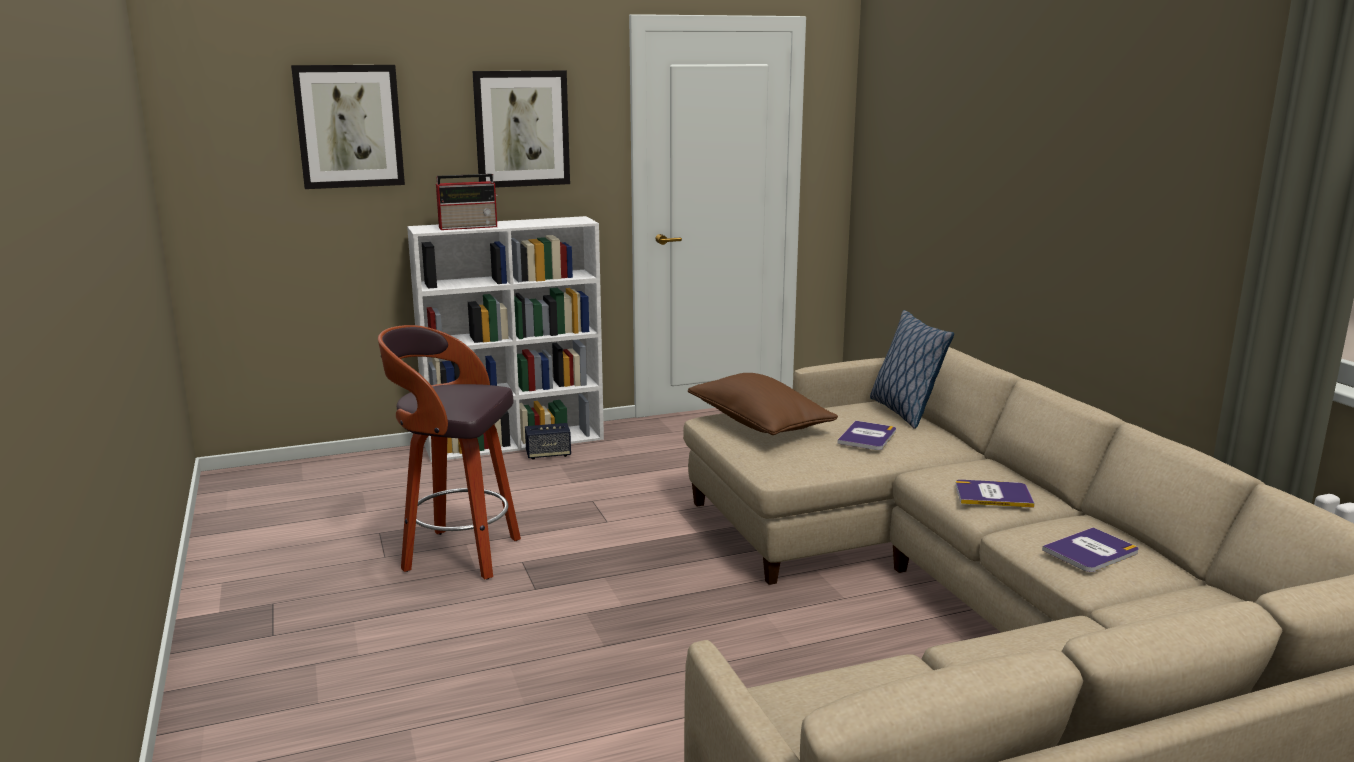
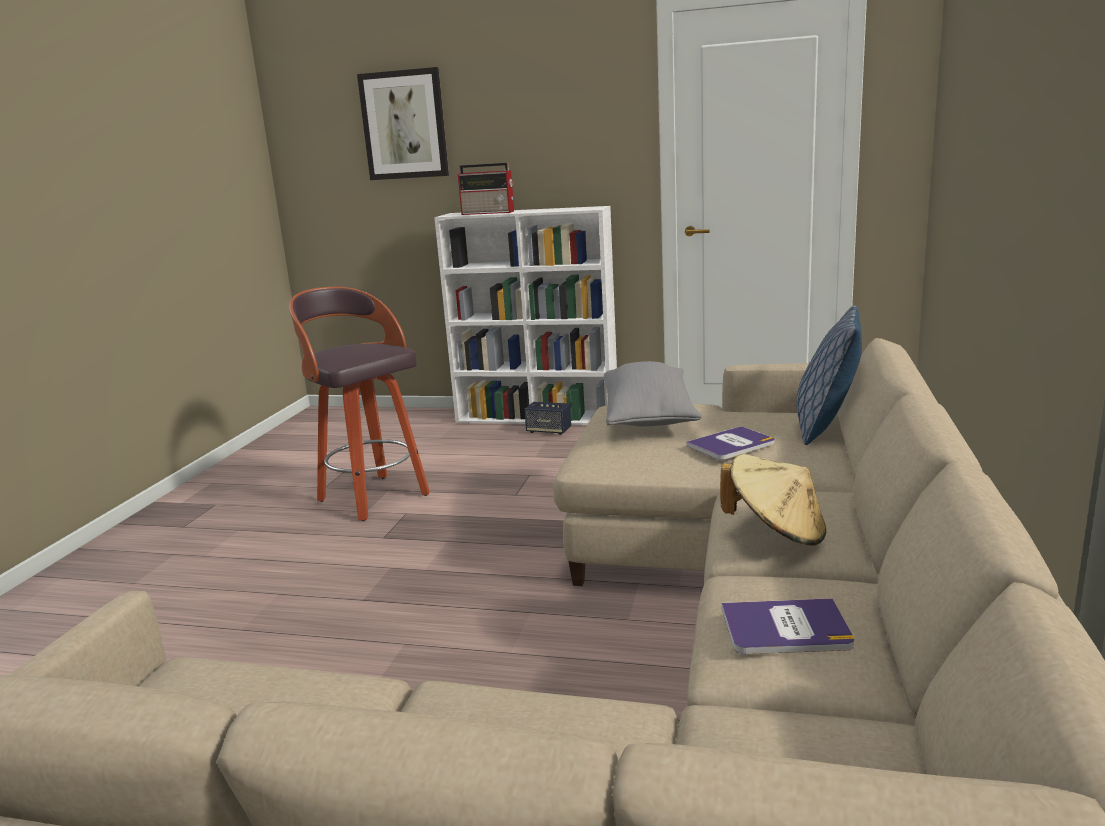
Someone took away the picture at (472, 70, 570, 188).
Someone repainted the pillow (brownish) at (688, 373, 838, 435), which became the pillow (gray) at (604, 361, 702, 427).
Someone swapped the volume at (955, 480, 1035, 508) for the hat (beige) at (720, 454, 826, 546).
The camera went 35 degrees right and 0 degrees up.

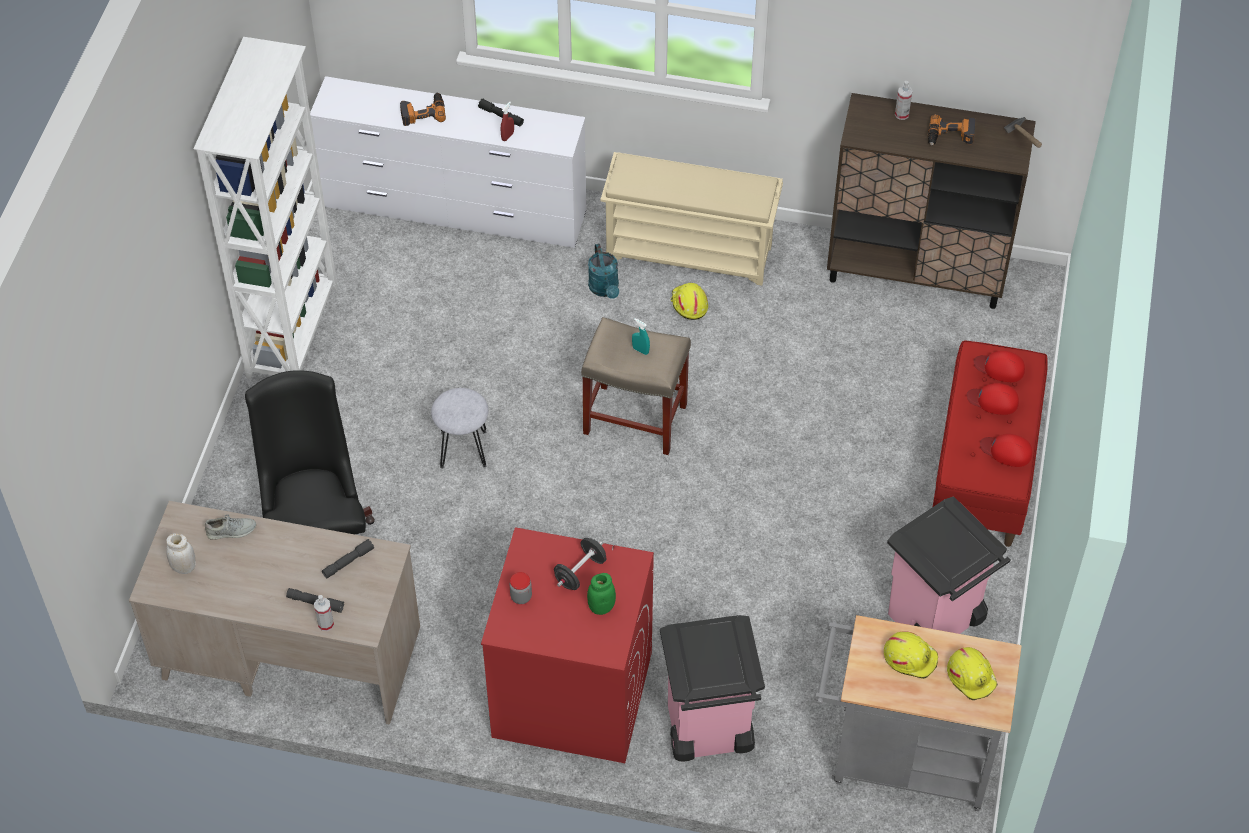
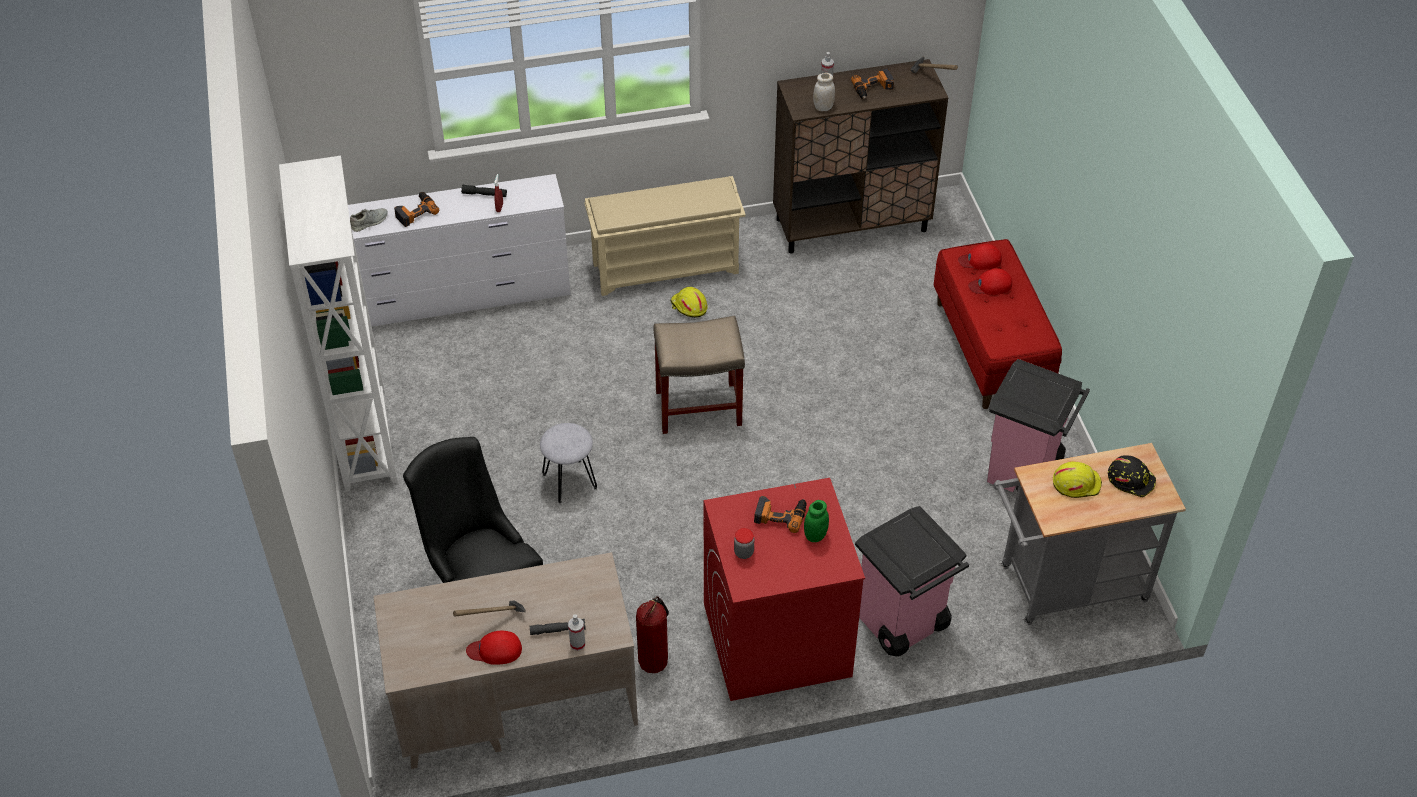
Someone took away the watering pot (turquoise) at (588, 244, 619, 299).
Someone took away the sprayer (turquoise) at (632, 318, 650, 355).
Someone carried the baseball cap (red-coloured) from (980, 434, 1032, 467) to (466, 631, 522, 665).
Someone carried the low shoe (gray) from (205, 514, 256, 540) to (350, 208, 388, 232).
Someone carried the jar (whitish) from (166, 533, 196, 574) to (813, 73, 835, 111).
Someone swapped the hand weight (black-coloured) at (554, 538, 606, 590) for the electric drill at (754, 496, 807, 533).
Someone took away the hand torch (gray) at (322, 539, 374, 578).
Someone repainted the safety helmet (yellowish) at (947, 647, 998, 700), which became the safety helmet (black-coloured) at (1108, 455, 1156, 497).
Someone put down the extinguisher at (636, 596, 669, 673).
Someone put down the hand hammer at (453, 600, 526, 617).
The camera went 25 degrees left and 5 degrees down.

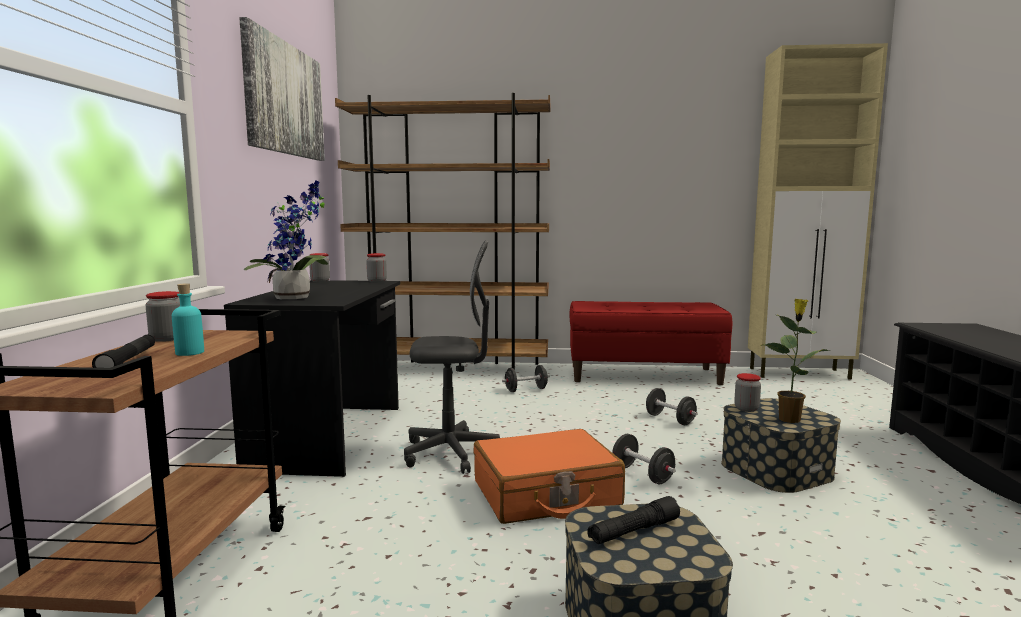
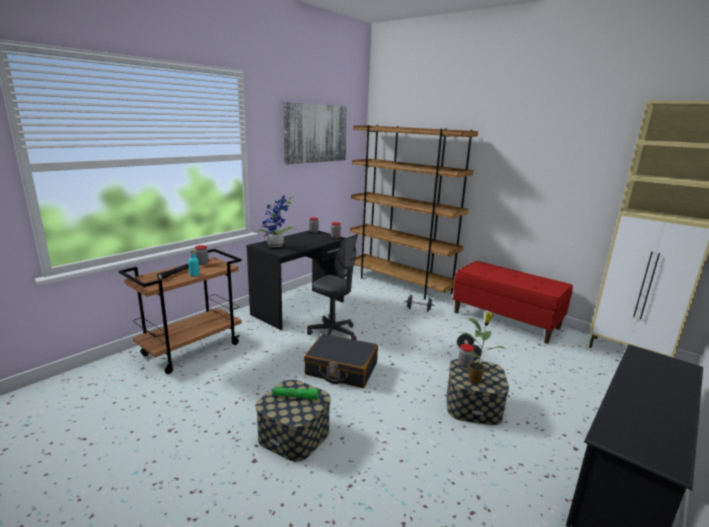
Someone repainted the suitcase (orange) at (474, 429, 625, 524), which became the suitcase (black-coloured) at (304, 334, 378, 388).
Someone took away the hand weight (black-coloured) at (612, 434, 676, 484).
Someone repainted the hand torch (black-coloured) at (587, 496, 680, 544), which became the hand torch (green-coloured) at (272, 387, 319, 400).
The camera went 35 degrees right and 10 degrees up.

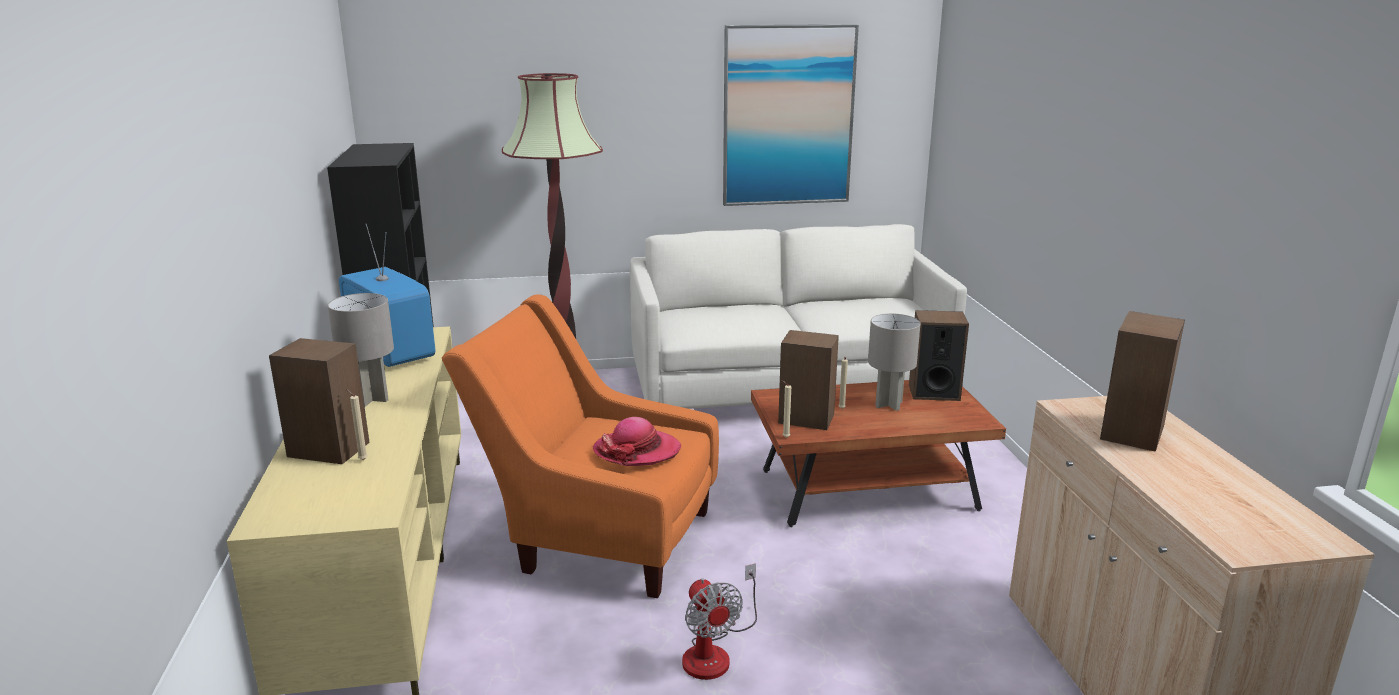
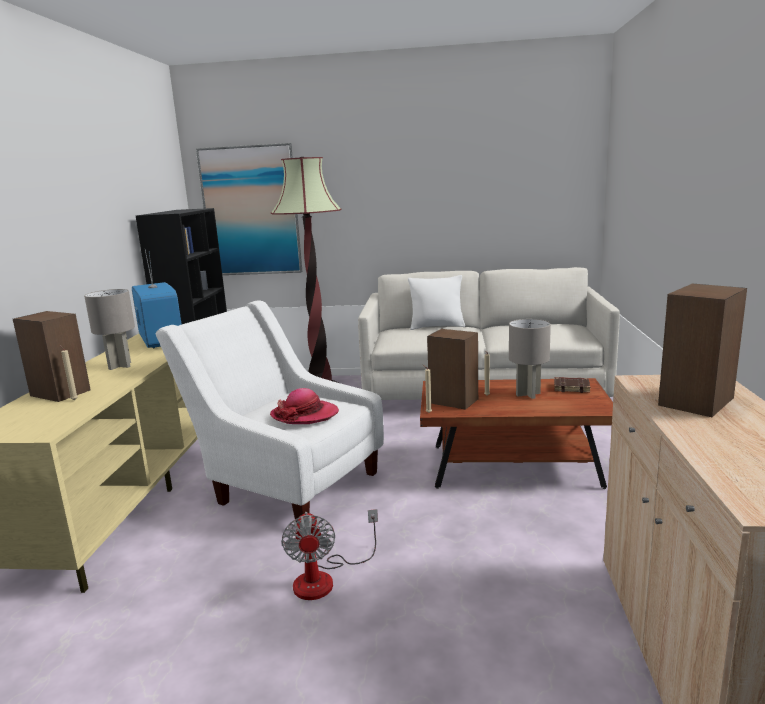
Someone carried the picture from (723, 24, 859, 206) to (196, 143, 302, 275).
Someone repainted the easy chair (orange) at (442, 294, 719, 598), which became the easy chair (whitish) at (156, 300, 384, 522).
Someone swapped the loudspeaker at (909, 310, 969, 401) for the volume (brownish) at (554, 377, 590, 393).
Someone put down the pillow (whitish) at (408, 275, 465, 330).
The camera went 15 degrees right and 5 degrees down.

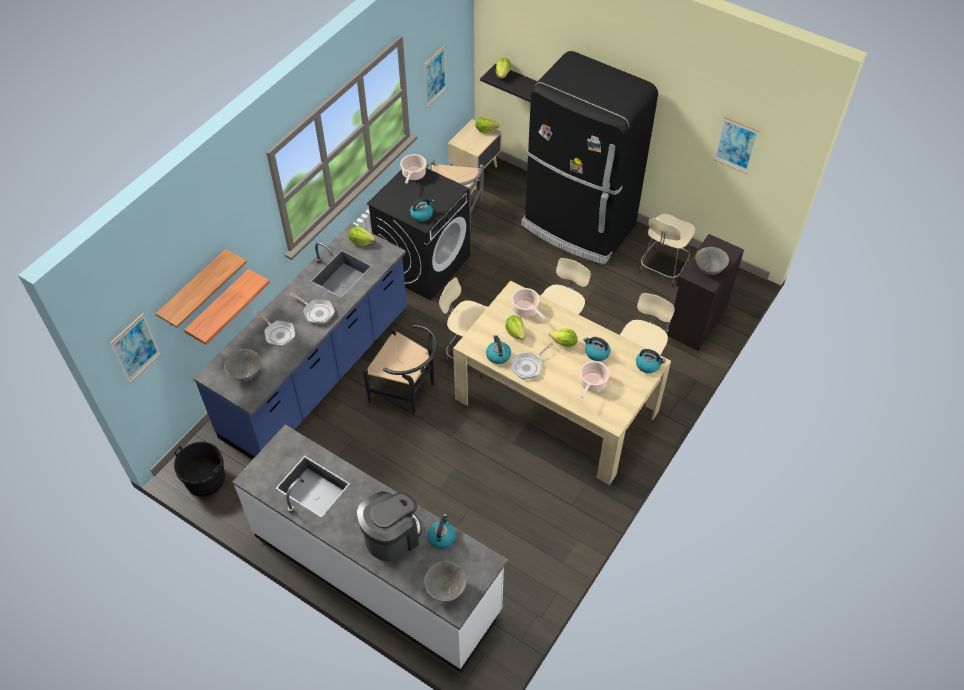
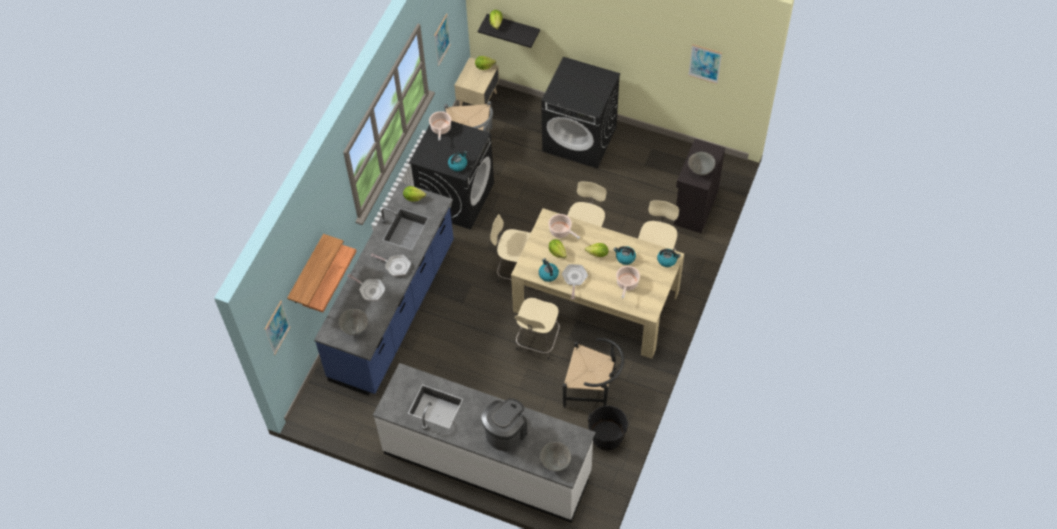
Someone swapped the fridge (black-coloured) at (522, 51, 658, 264) for the washing machine (black-coloured) at (541, 57, 620, 168).
Someone carried the stool seat (beige) from (639, 214, 695, 288) to (515, 298, 560, 360).
Someone carried the plain chair (black-coloured) from (363, 324, 438, 414) to (563, 338, 625, 408).
Someone rotated the skillet at (511, 343, 554, 379) by 150 degrees clockwise.
Someone carried the pail (black-coloured) from (174, 441, 225, 497) to (588, 405, 629, 450).
Someone took away the tea kettle at (427, 514, 456, 549).
The camera went 10 degrees left and 5 degrees up.

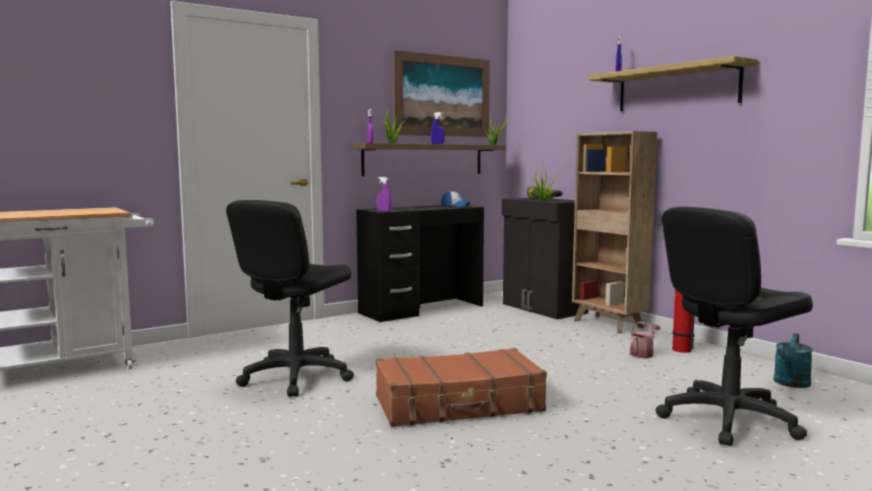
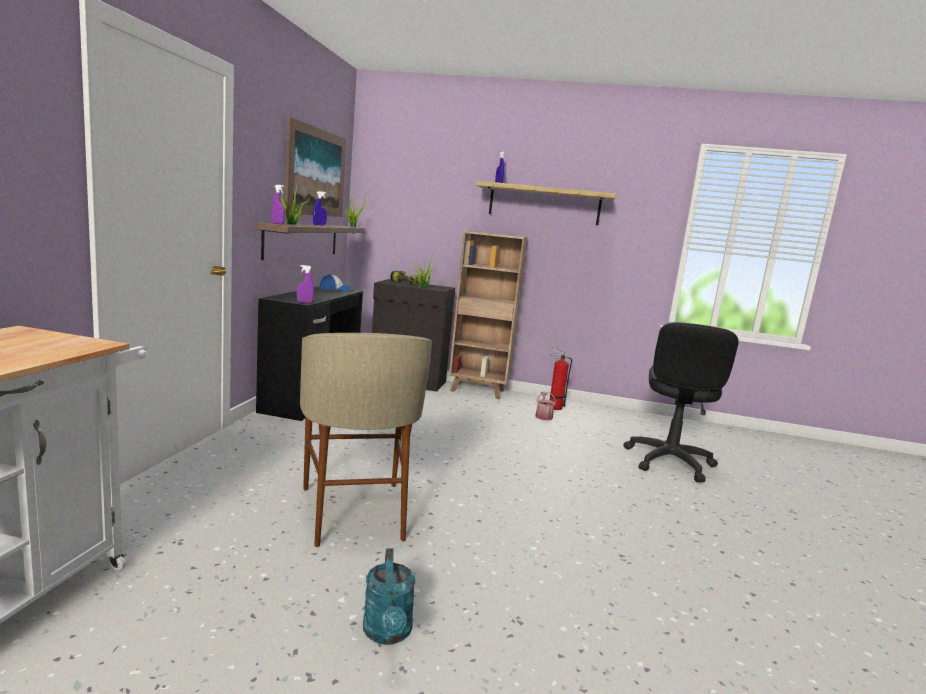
Someone swapped the desk chair (black-coloured) at (226, 200, 354, 397) for the stool seat (beige) at (300, 333, 432, 547).
Someone carried the watering pot (turquoise) from (773, 333, 813, 388) to (363, 549, 416, 645).
Someone took away the suitcase (brownish) at (376, 348, 547, 427).
The camera went 45 degrees left and 5 degrees up.

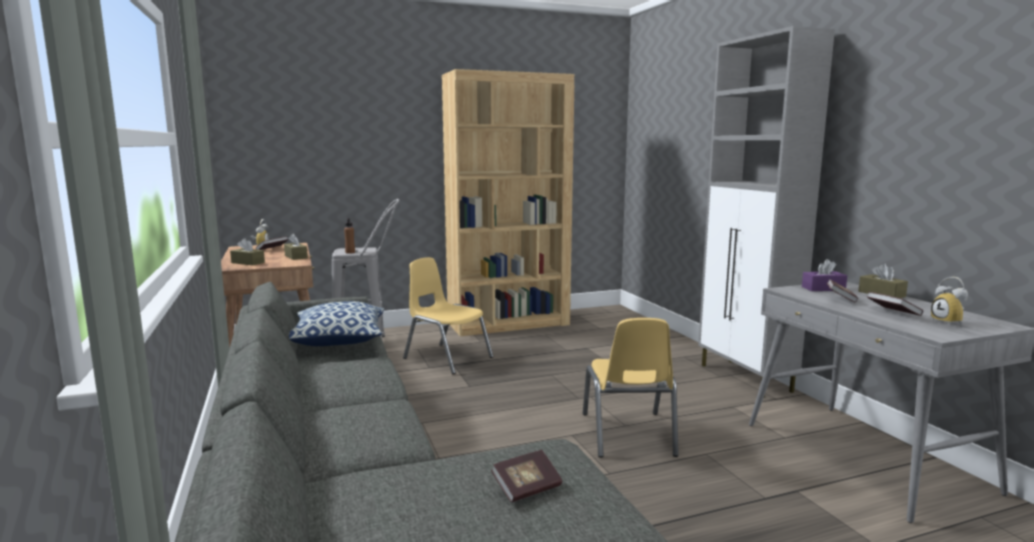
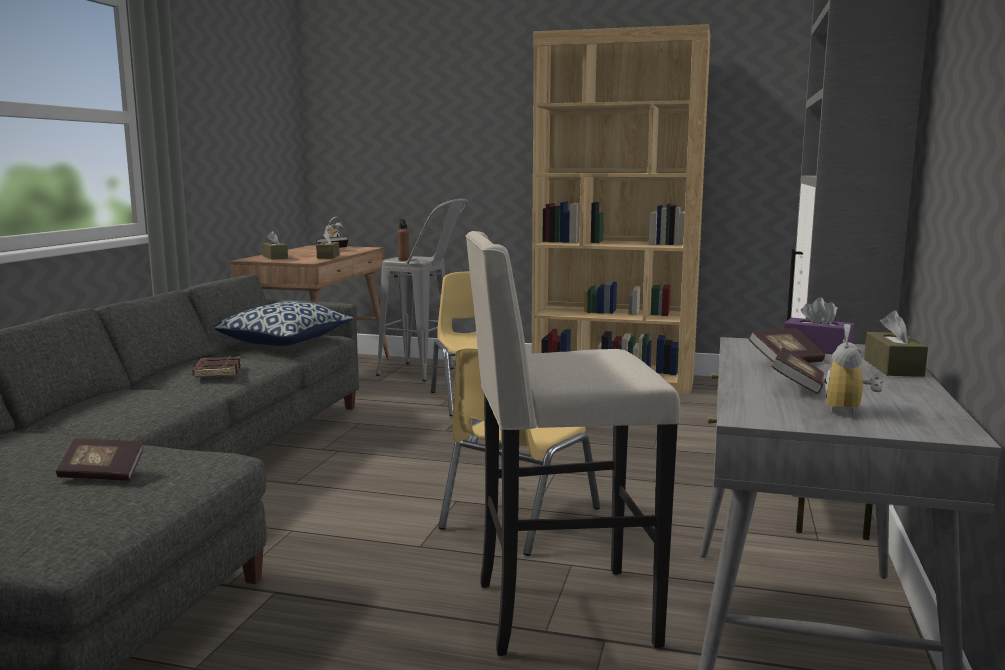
Someone put down the stool seat (beige) at (465, 231, 680, 656).
Someone put down the volume (brownish) at (192, 357, 241, 377).
The camera went 35 degrees right and 0 degrees up.

